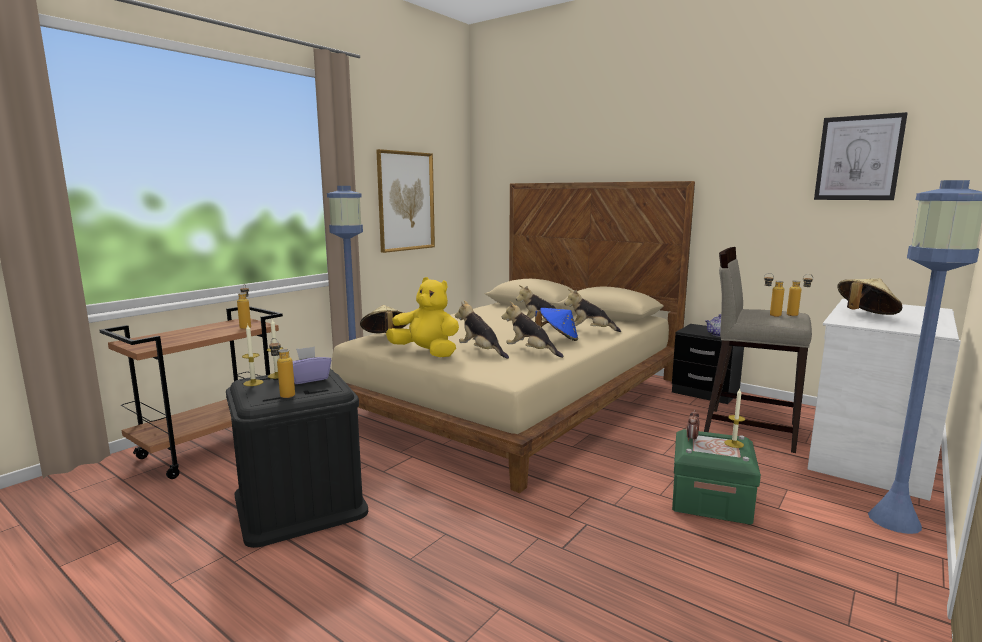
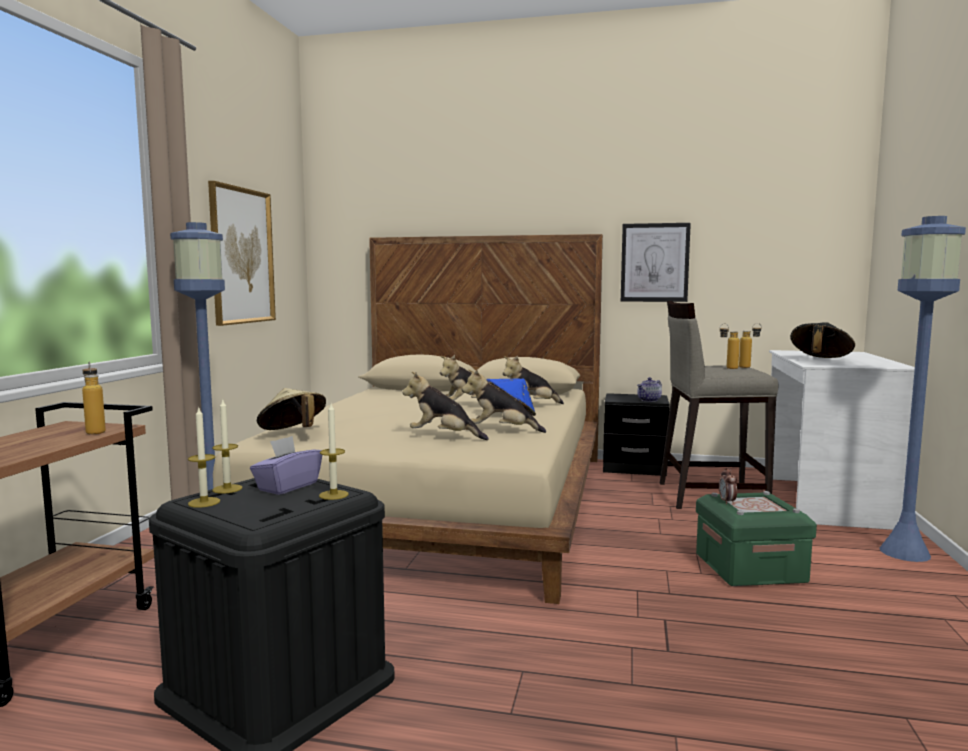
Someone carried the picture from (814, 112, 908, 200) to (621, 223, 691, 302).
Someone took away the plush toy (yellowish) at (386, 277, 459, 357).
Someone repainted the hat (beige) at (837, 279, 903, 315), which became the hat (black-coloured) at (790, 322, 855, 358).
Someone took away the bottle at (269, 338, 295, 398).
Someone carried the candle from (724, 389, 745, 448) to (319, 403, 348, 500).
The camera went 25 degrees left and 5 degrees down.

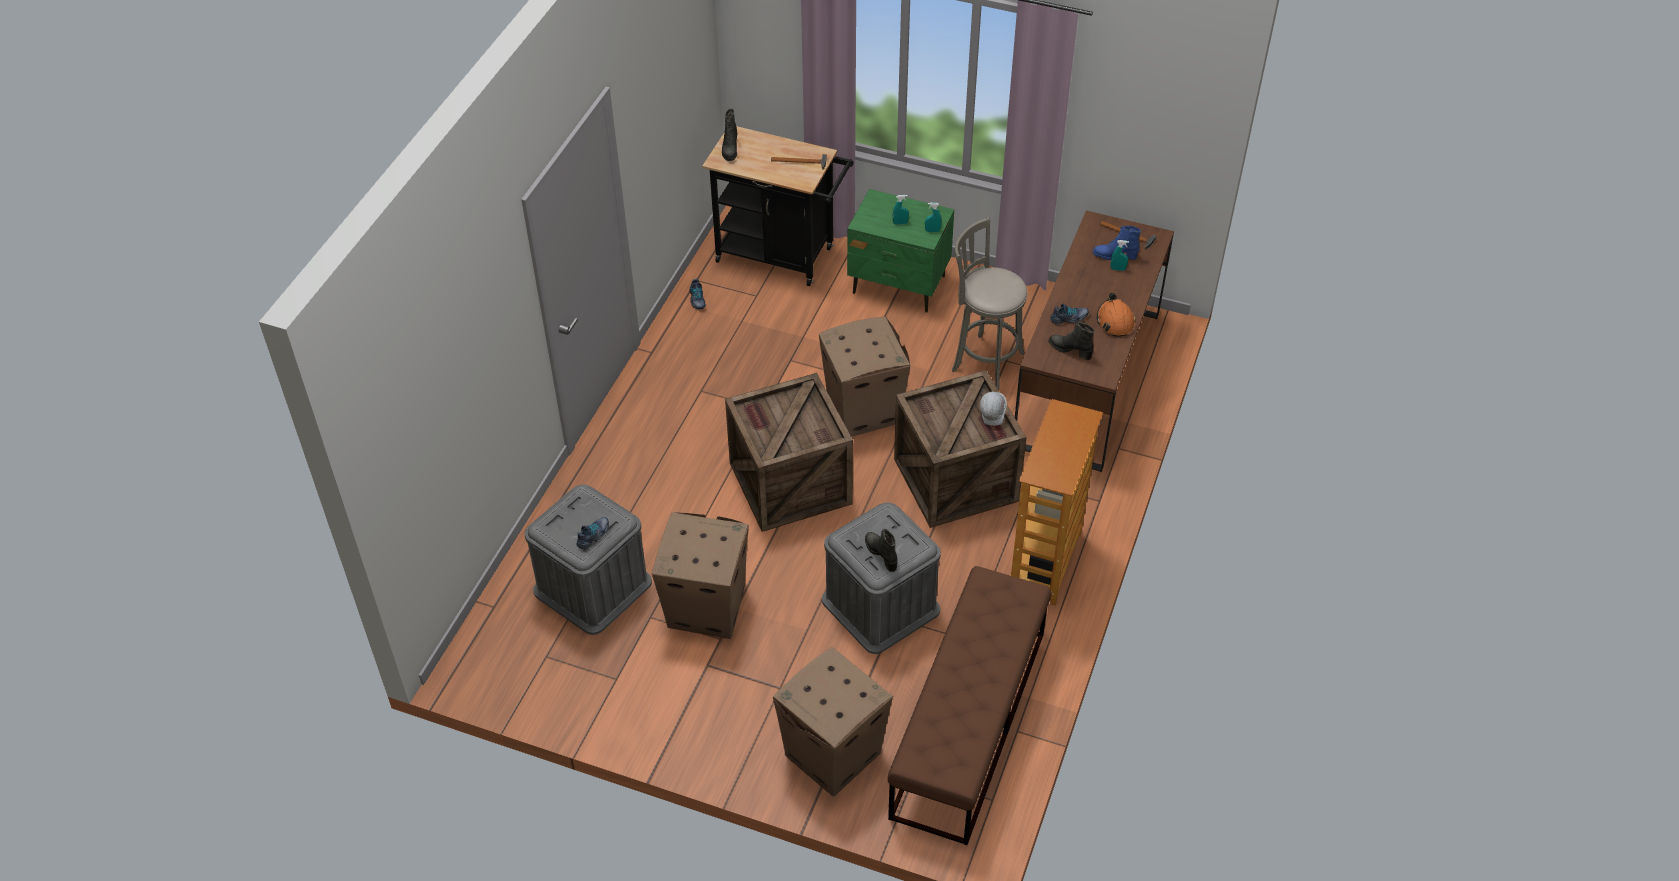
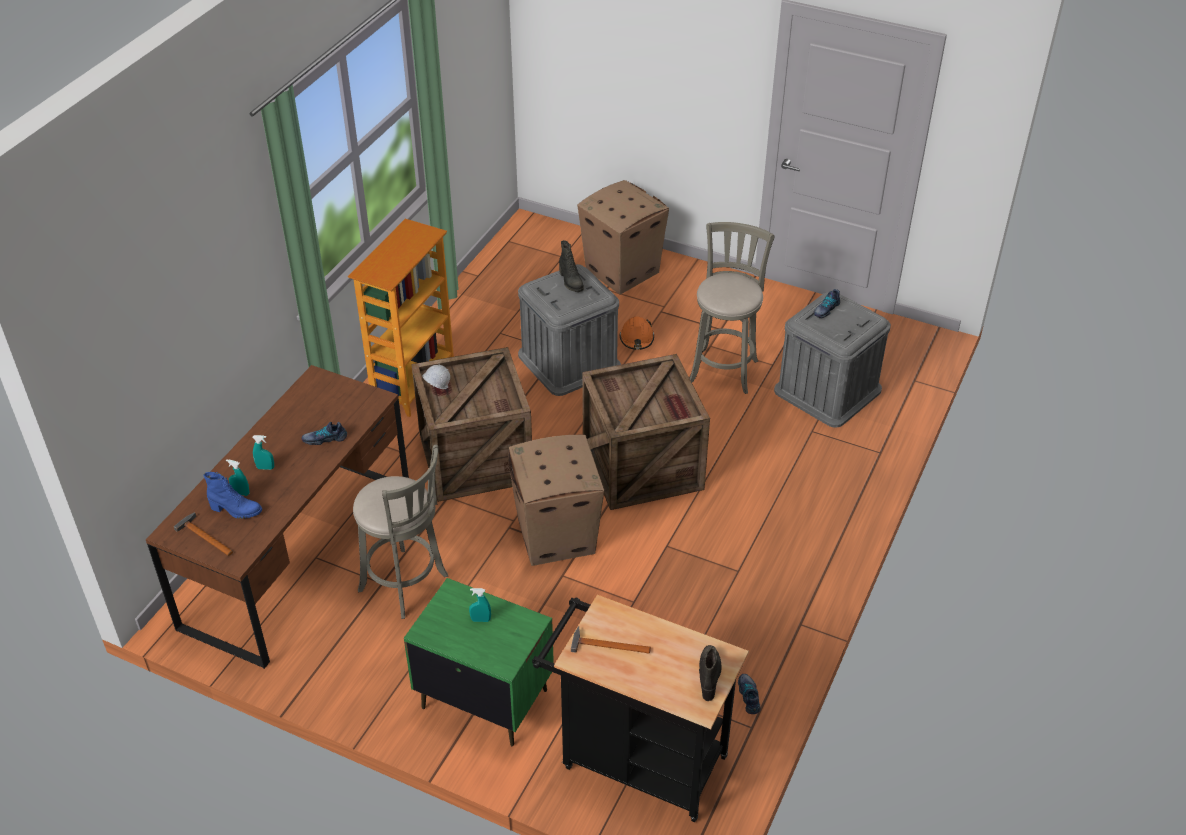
Someone carried the sprayer (turquoise) from (925, 203, 941, 232) to (252, 435, 274, 470).
Someone carried the safety helmet (orange) from (1097, 292, 1136, 337) to (619, 316, 654, 350).
Someone took away the boot (black-coloured) at (1049, 322, 1094, 360).
Someone swapped the carton at (652, 512, 749, 639) for the stool seat (gray) at (689, 222, 774, 394).
Someone took away the indoor bench (brownish) at (888, 566, 1052, 845).
The camera went 175 degrees left and 5 degrees down.

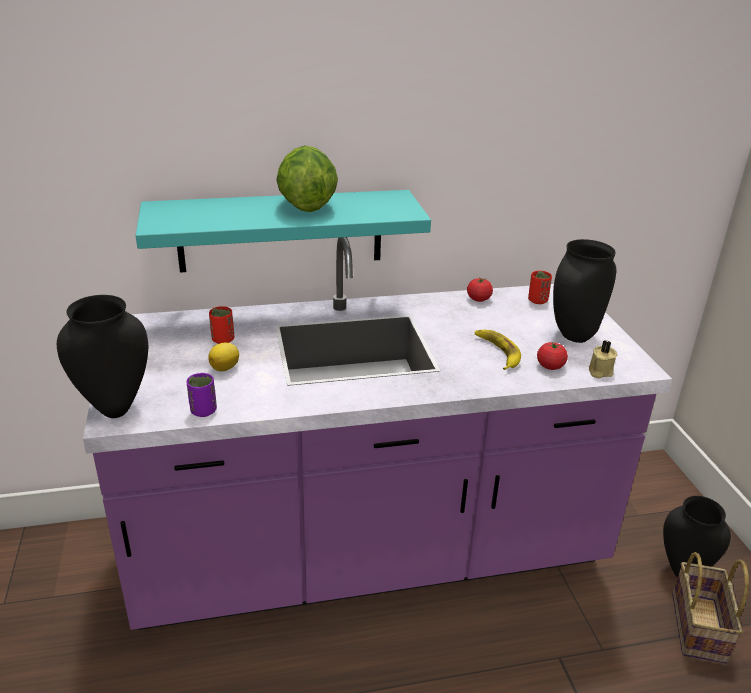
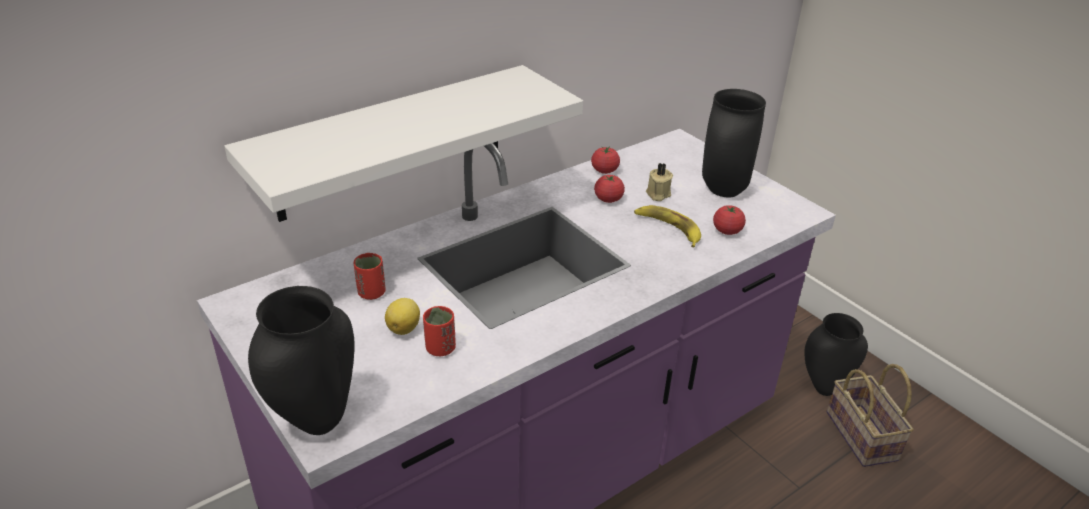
Someone took away the head of lettuce at (276, 146, 338, 212).
Someone repainted the shelf (turquoise) at (136, 190, 431, 273), which became the shelf (whitish) at (224, 65, 583, 222).
Someone carried the drinking cup (red-coloured) from (528, 271, 552, 304) to (423, 306, 456, 356).
Someone carried the candle (beige) from (589, 341, 618, 378) to (646, 163, 673, 201).
Someone took away the drinking cup (purplish) at (187, 373, 217, 417).
Someone put down the fresh tomato at (594, 175, 625, 203).
The camera went 25 degrees left and 5 degrees up.

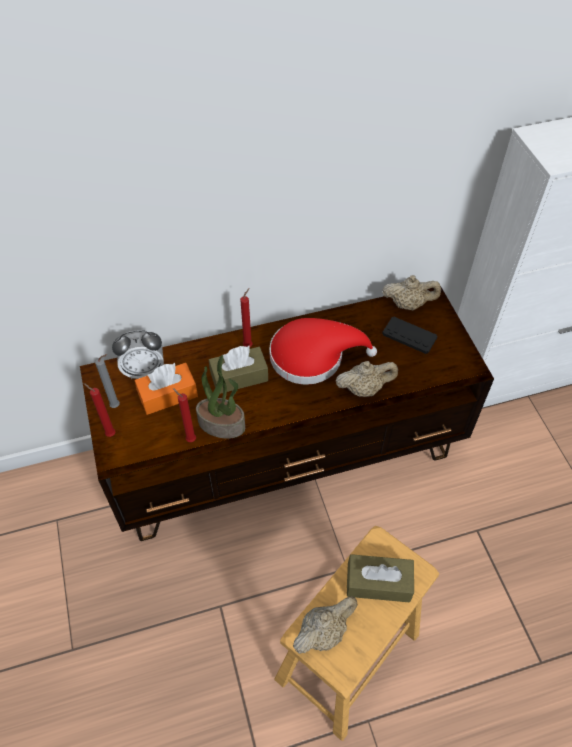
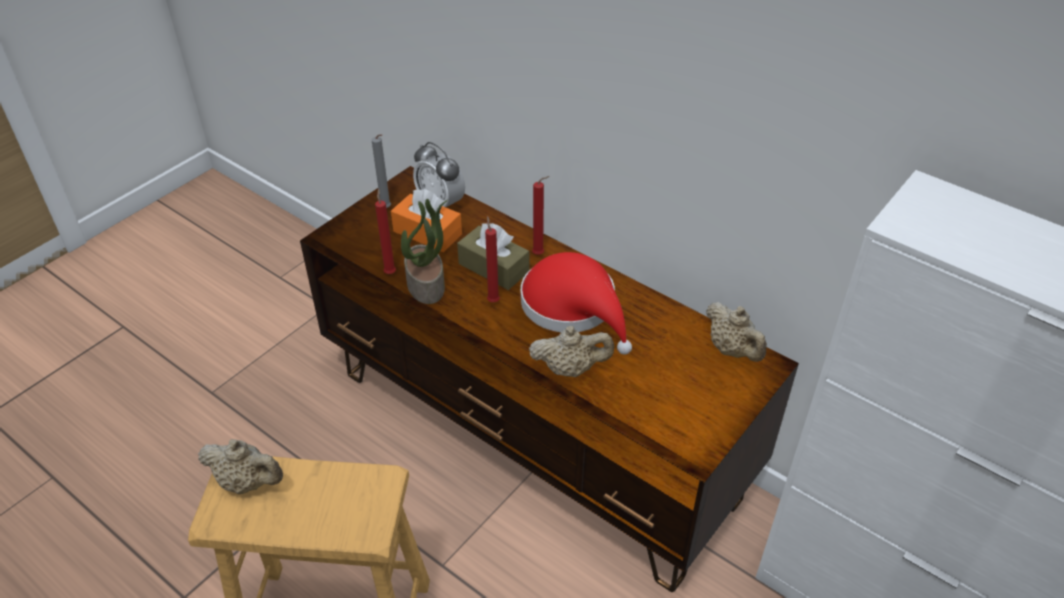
Someone took away the game controller (black-coloured) at (382, 317, 437, 354).
Someone rotated the teapot (beige) at (336, 361, 398, 397) by 45 degrees counterclockwise.
Someone carried the candle (red-coloured) from (83, 383, 115, 437) to (485, 216, 500, 302).
Someone took away the box of tissues (brownish) at (347, 554, 414, 603).
The camera went 55 degrees right and 10 degrees down.

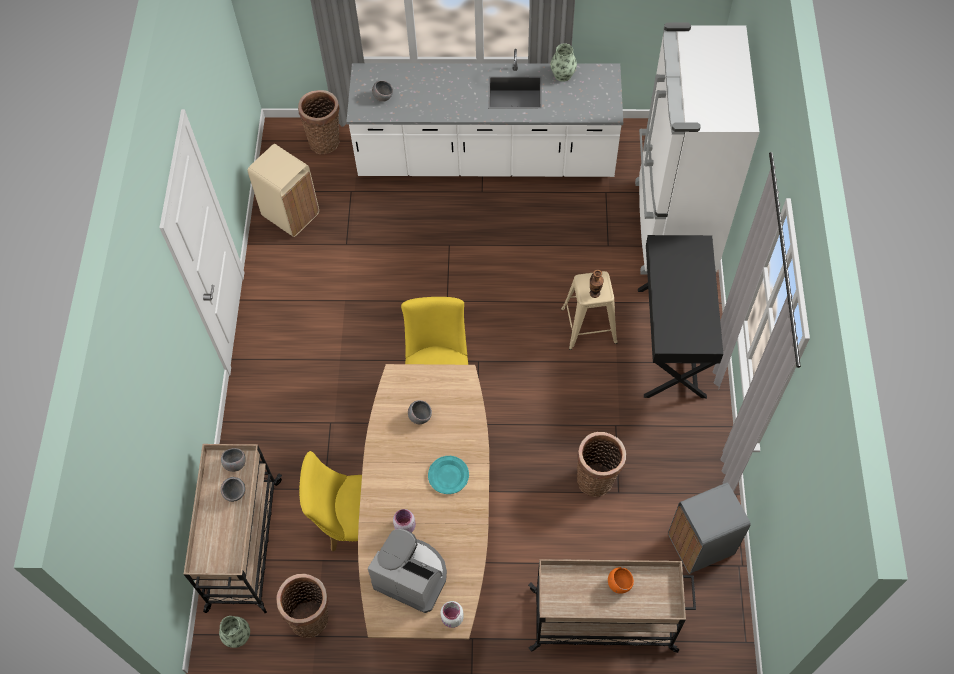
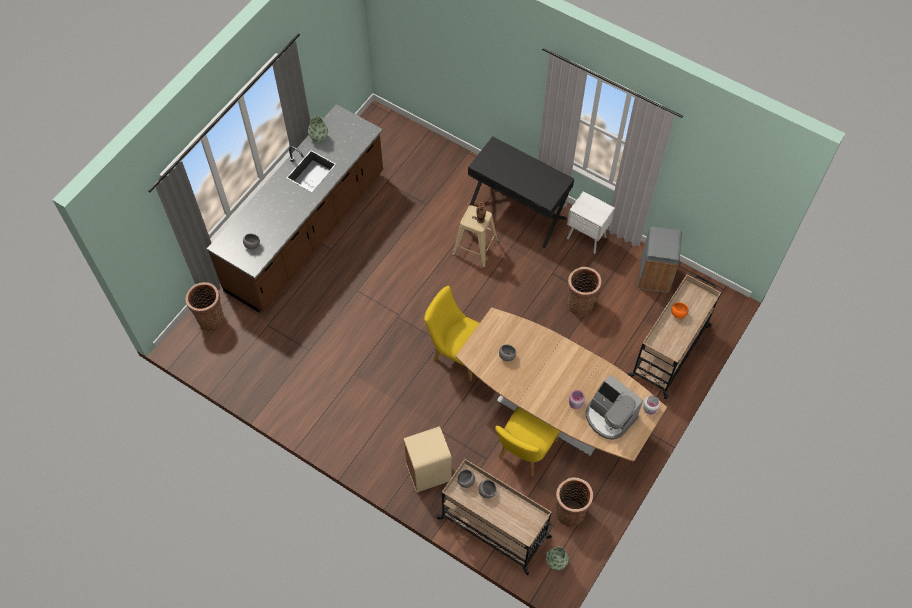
Someone took away the fridge (whitish) at (635, 23, 760, 274).
Someone repainted the counter (whitish) at (346, 49, 623, 177), which became the counter (brownish) at (207, 104, 383, 312).
Someone carried the trash can (beige) from (248, 144, 319, 237) to (403, 426, 452, 492).
Someone took away the plate (turquoise) at (428, 456, 469, 494).
Someone rotated the coffee brewer at (368, 529, 447, 613) by 105 degrees counterclockwise.
Someone put down the night table (whitish) at (567, 191, 615, 254).
The camera went 60 degrees left and 0 degrees up.

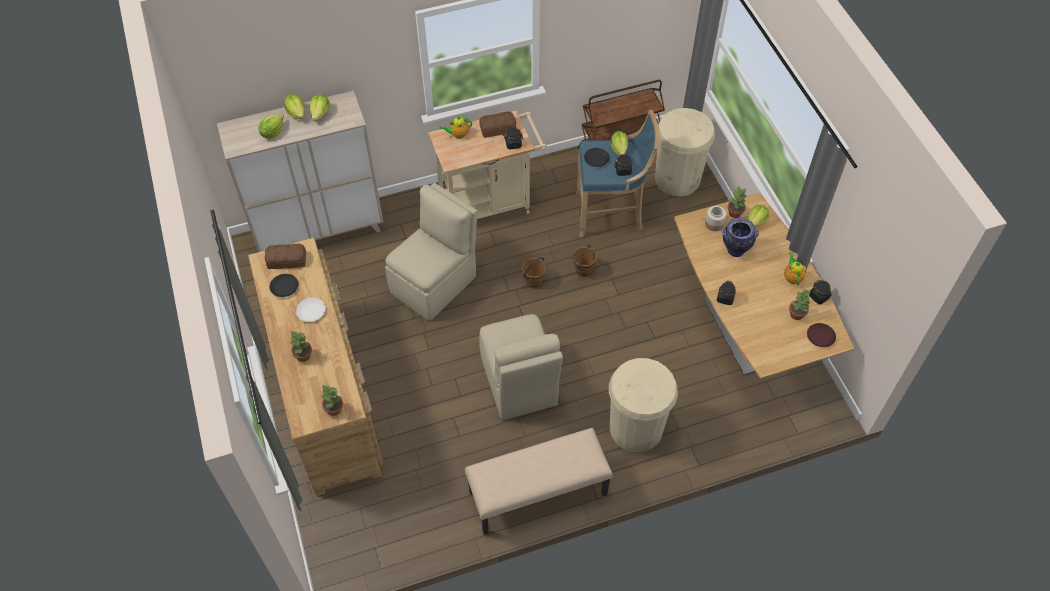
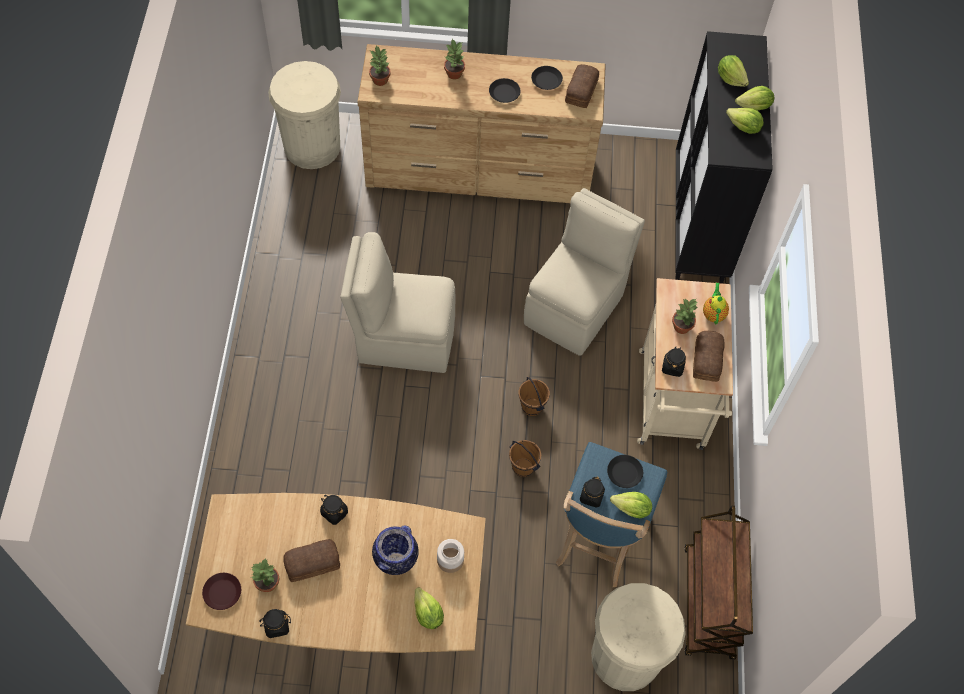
Someone repainted the storage cabinet (beige) at (217, 91, 384, 252), which became the storage cabinet (black-coloured) at (675, 31, 773, 284).
Someone rotated the plain chair (beige) at (385, 183, 478, 321) by 120 degrees counterclockwise.
Someone carried the potted plant from (727, 186, 747, 218) to (672, 298, 698, 334).
Someone took away the teapot at (784, 253, 805, 285).
Someone repainted the plate (whitish) at (296, 298, 325, 322), which became the plate (black-coloured) at (489, 78, 521, 103).
Someone carried the trash can (beige) from (609, 358, 678, 452) to (268, 61, 341, 169).
Someone took away the indoor bench (beige) at (465, 428, 613, 535).
Someone put down the bakery bread at (283, 539, 340, 582).
The camera went 110 degrees right and 5 degrees up.

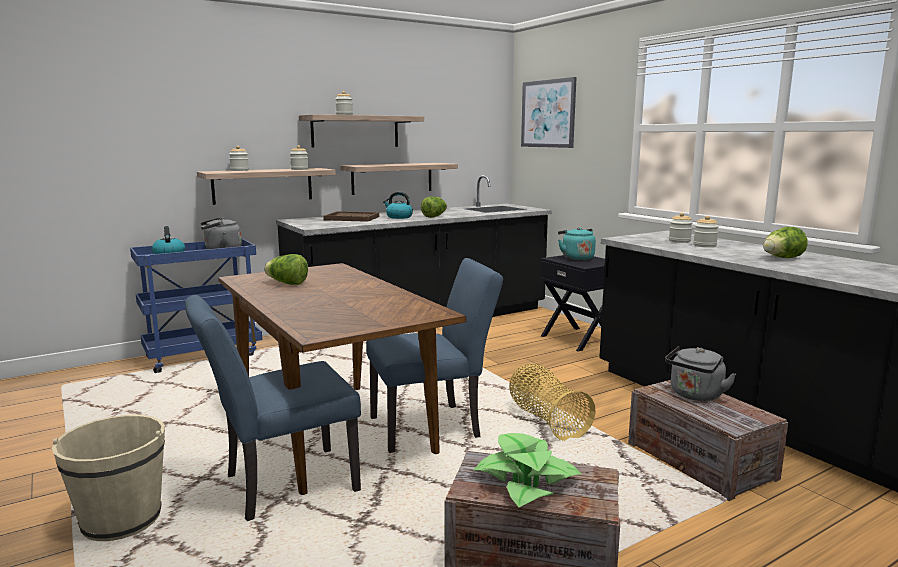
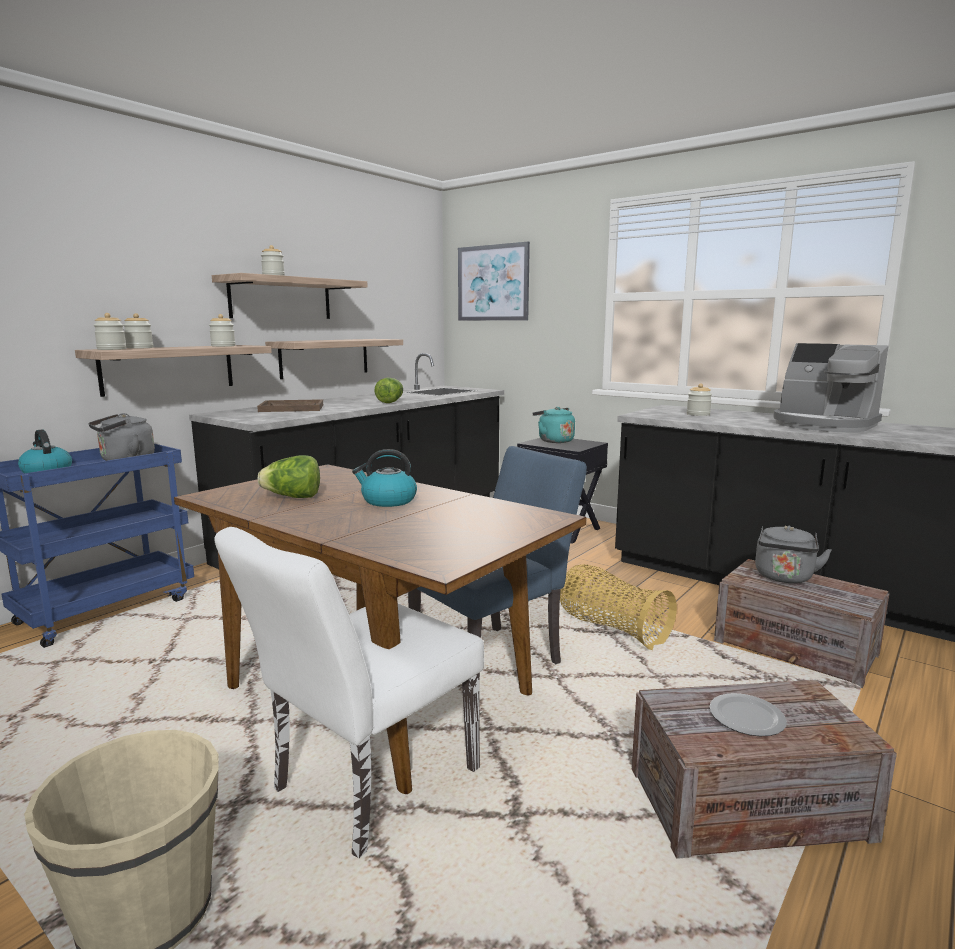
Someone carried the tea kettle from (383, 192, 413, 219) to (352, 449, 417, 507).
Someone carried the jar from (693, 216, 719, 247) to (93, 313, 126, 350).
Someone swapped the head of lettuce at (763, 227, 808, 258) for the coffee brewer at (773, 343, 889, 433).
Someone repainted the plain chair (blue) at (185, 295, 361, 521), which became the plain chair (whitish) at (214, 527, 484, 858).
Someone swapped the potted plant at (474, 433, 581, 507) for the plate at (710, 693, 787, 736).
The camera went 20 degrees left and 0 degrees up.

